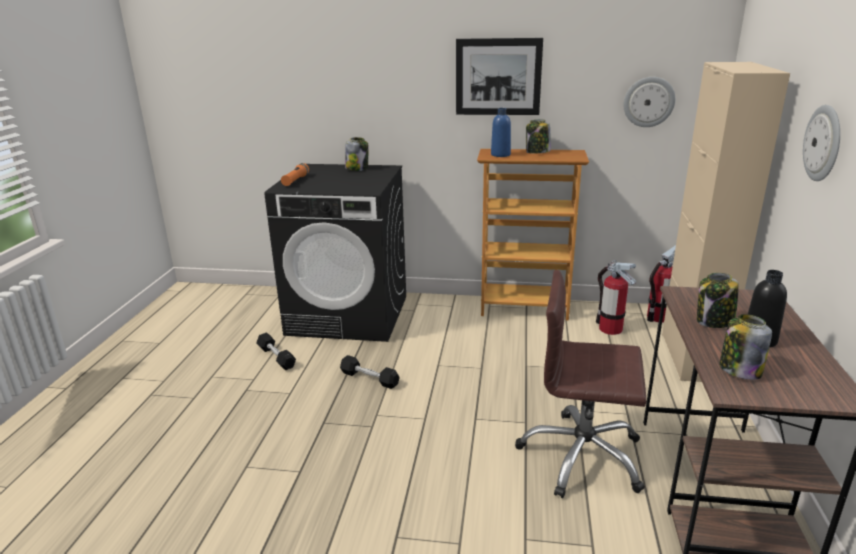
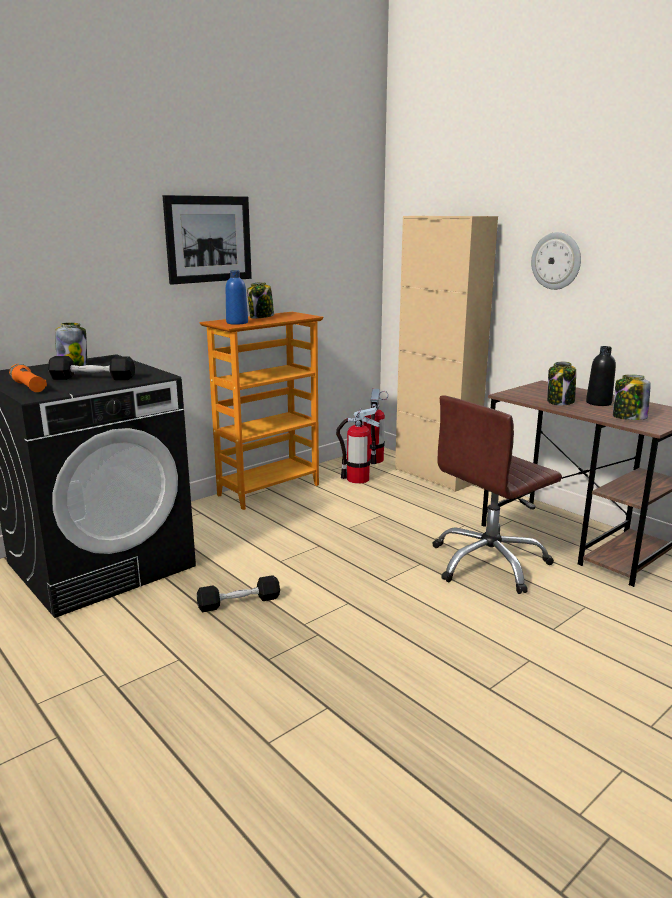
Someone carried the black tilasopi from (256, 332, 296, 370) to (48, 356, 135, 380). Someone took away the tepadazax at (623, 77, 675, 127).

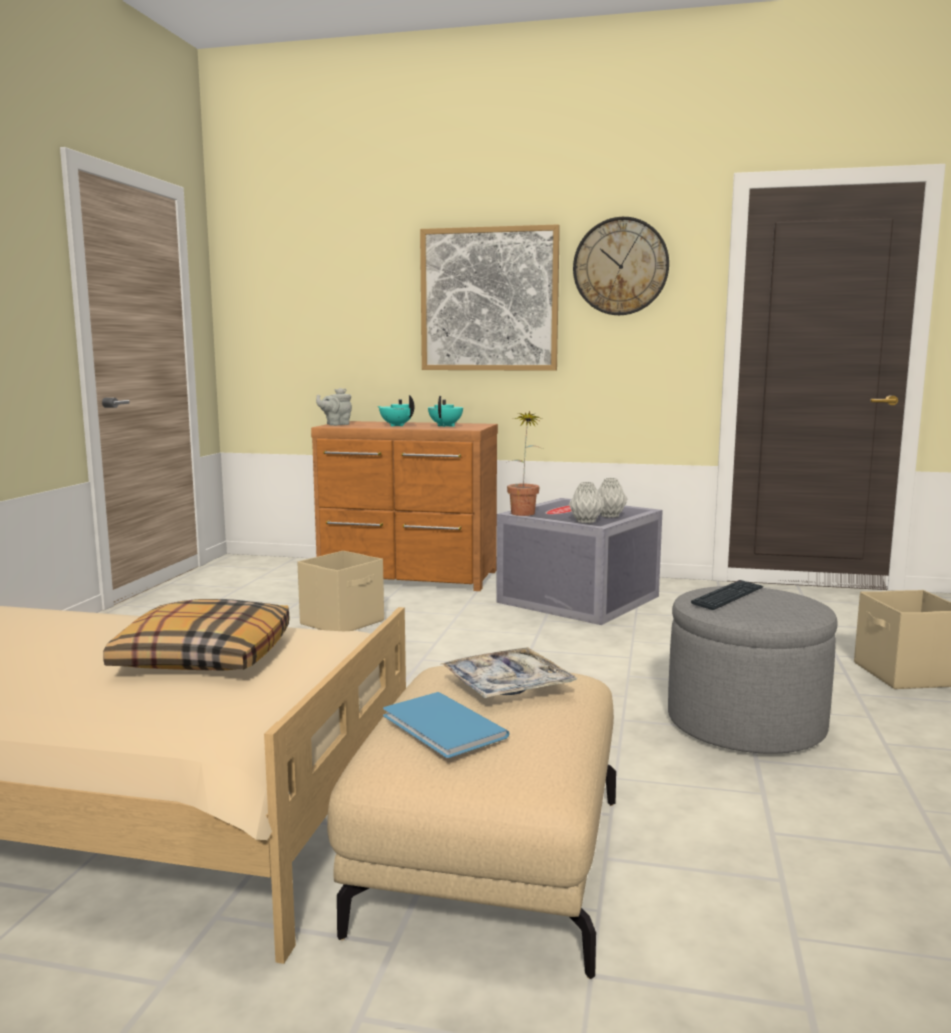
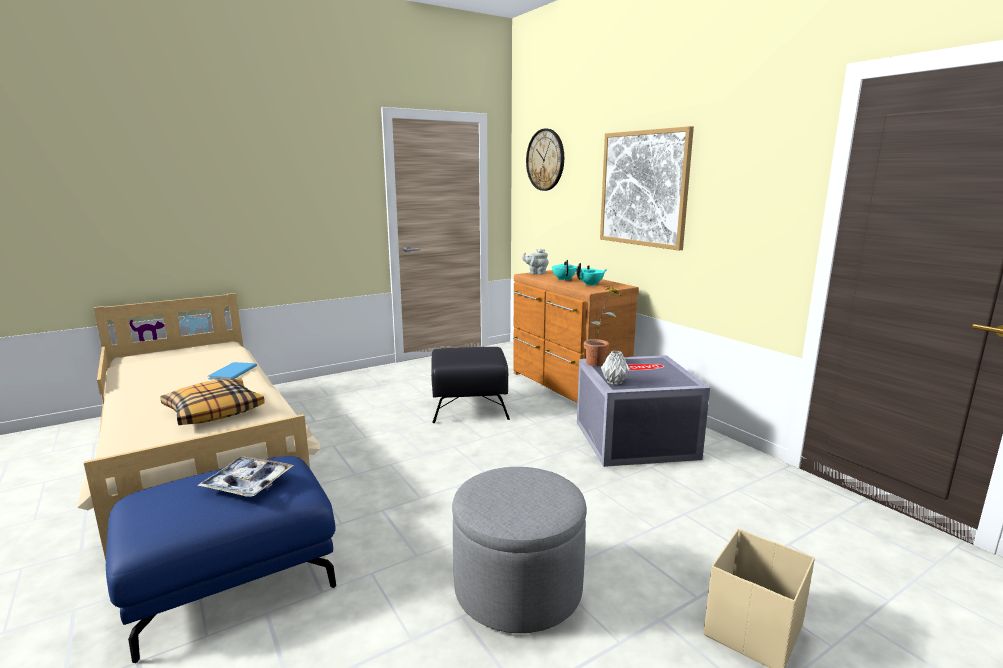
Someone swapped the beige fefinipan at (298, 550, 384, 631) for the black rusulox at (431, 347, 510, 423). Someone repainted the beige rusulox at (327, 666, 616, 979), which became the blue rusulox at (106, 456, 336, 663). Someone carried the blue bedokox from (383, 692, 509, 758) to (208, 362, 257, 380). Someone carried the tepadazax from (573, 217, 669, 315) to (526, 129, 564, 191). Someone took away the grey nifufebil at (598, 478, 627, 518). Someone took away the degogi at (691, 580, 763, 610).

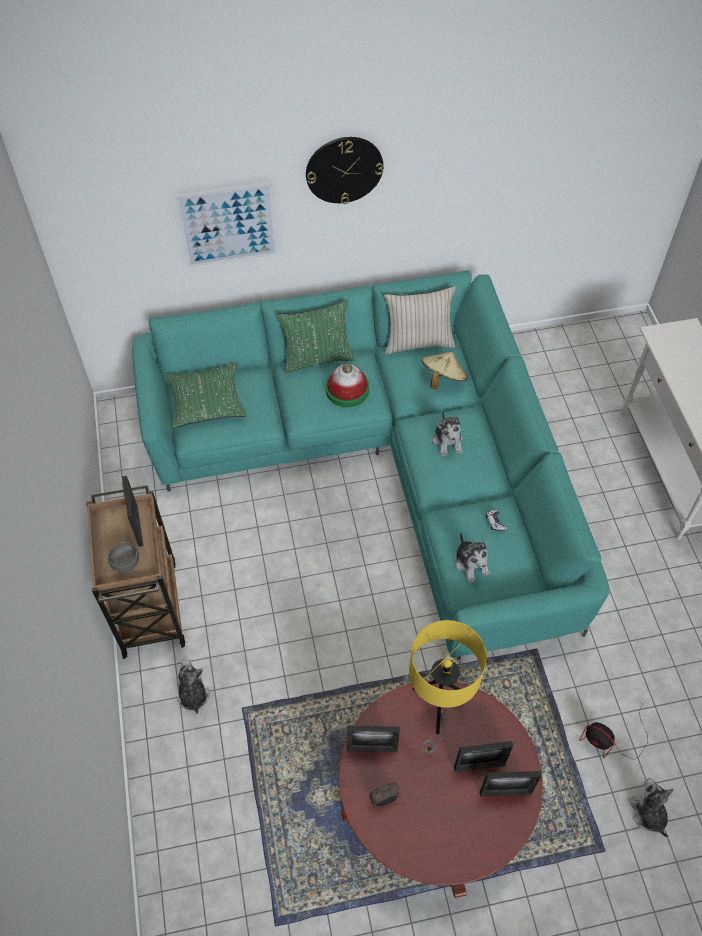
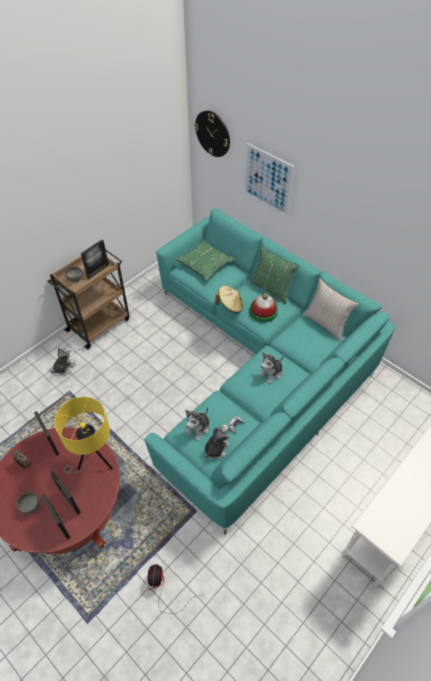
Someone carried the tepadazax from (306, 137, 384, 204) to (194, 110, 230, 157). Someone carried the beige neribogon from (422, 352, 468, 389) to (216, 286, 243, 313). Someone carried the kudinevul from (628, 778, 674, 837) to (204, 424, 230, 459). Someone put down the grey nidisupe at (17, 492, 40, 515).

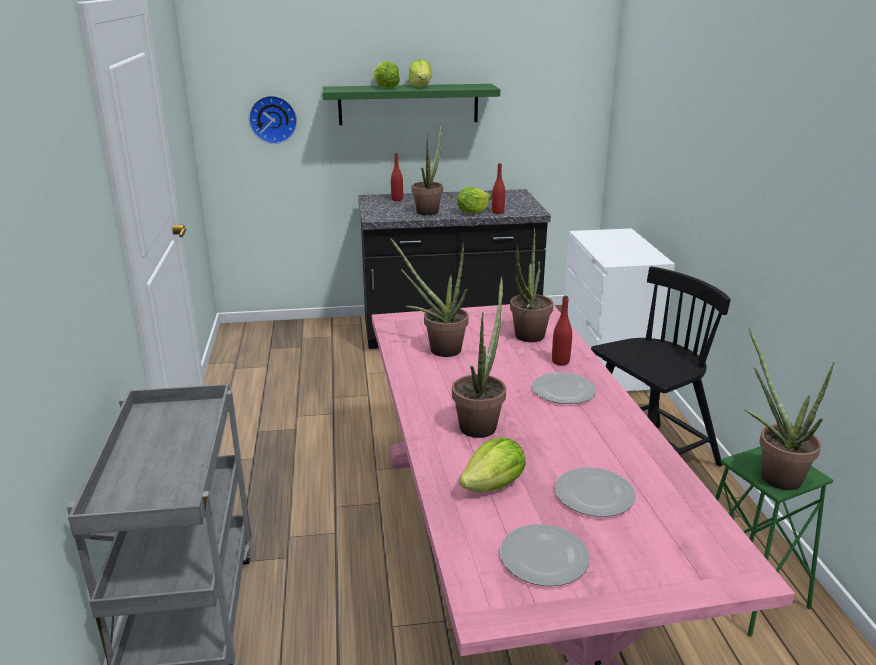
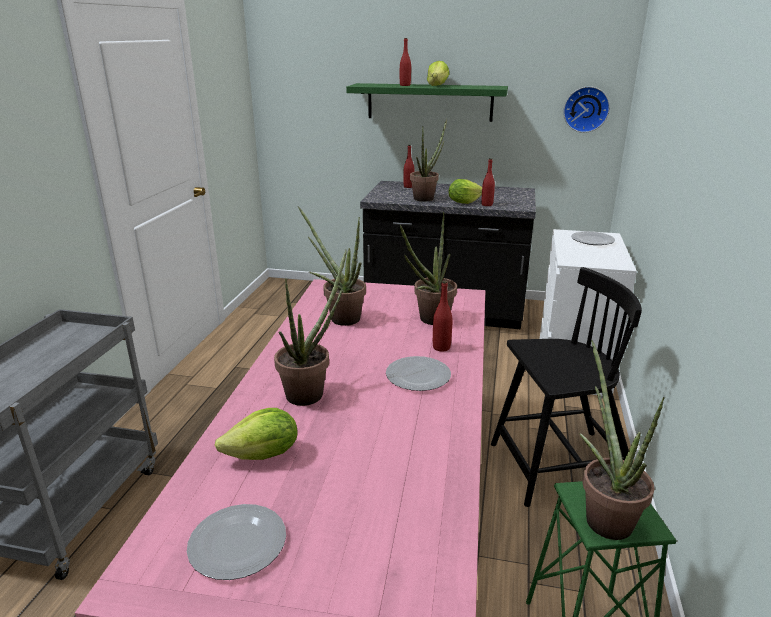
Someone carried the tepadazax from (249, 95, 297, 144) to (563, 86, 610, 133). Someone swapped the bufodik at (373, 61, 400, 88) for the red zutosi at (400, 38, 411, 86). Someone carried the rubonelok from (555, 467, 636, 517) to (571, 231, 615, 245).

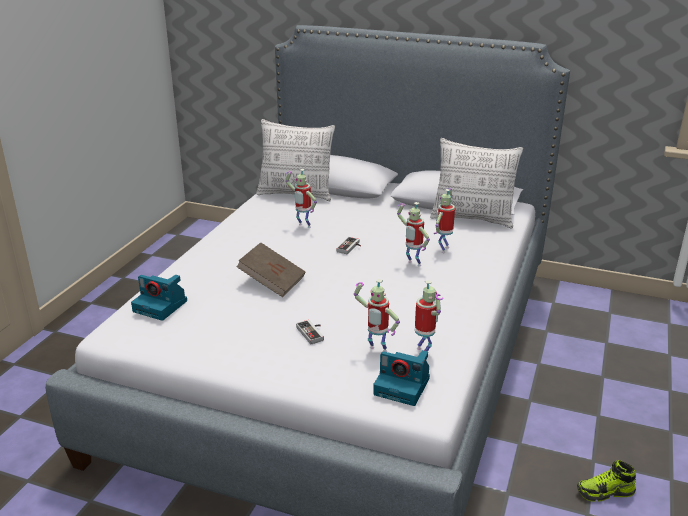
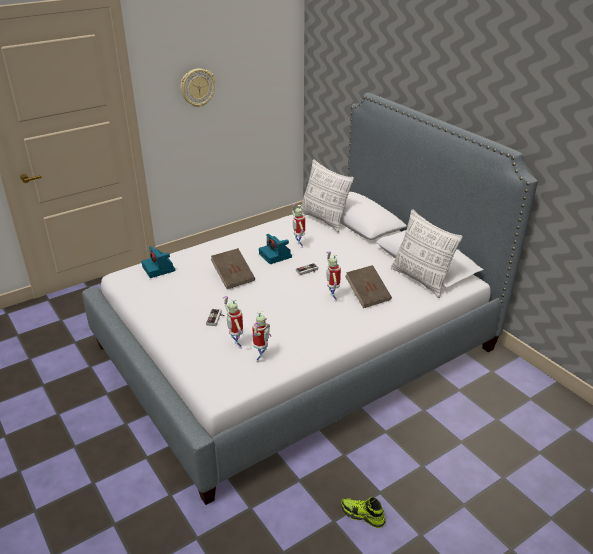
Someone carried the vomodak from (373, 350, 430, 406) to (259, 234, 292, 264). Someone swapped the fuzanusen at (434, 188, 455, 253) for the brown bedokox at (345, 265, 392, 308). Someone put up the tepadazax at (180, 68, 215, 107).

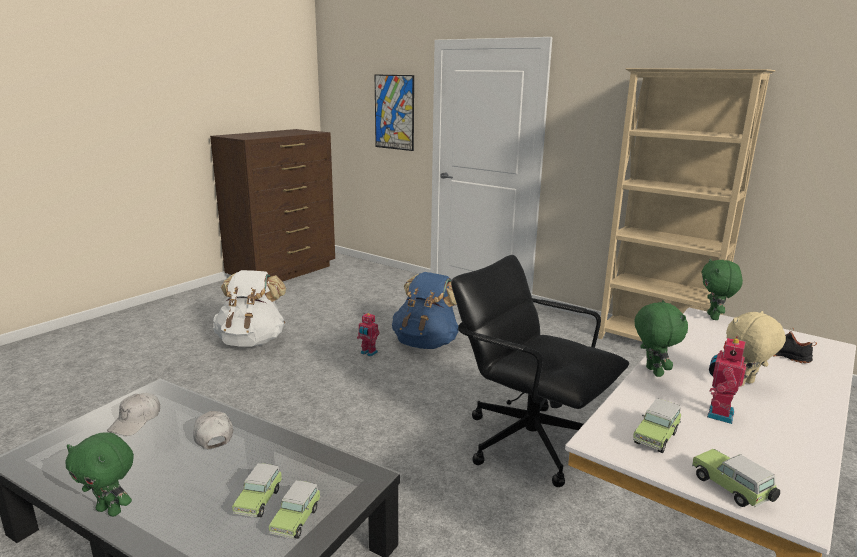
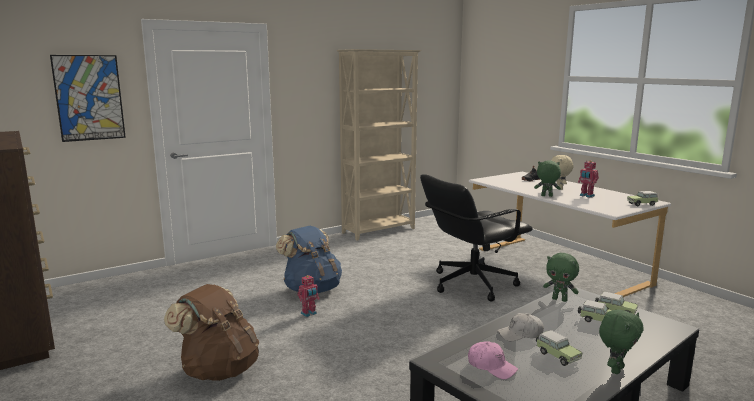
Someone repainted the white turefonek at (107, 393, 160, 436), which became the pink turefonek at (468, 341, 518, 379). Someone repainted the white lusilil at (213, 270, 286, 346), which became the brown lusilil at (164, 284, 259, 381). Someone carried the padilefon from (633, 398, 681, 453) to (536, 330, 582, 366). Someone carried the green kudinevul from (701, 259, 743, 320) to (543, 253, 579, 302).

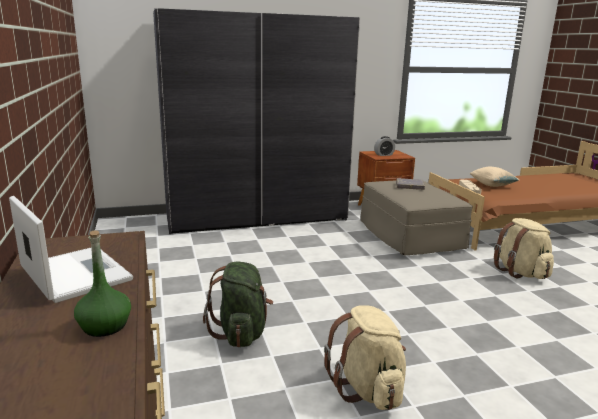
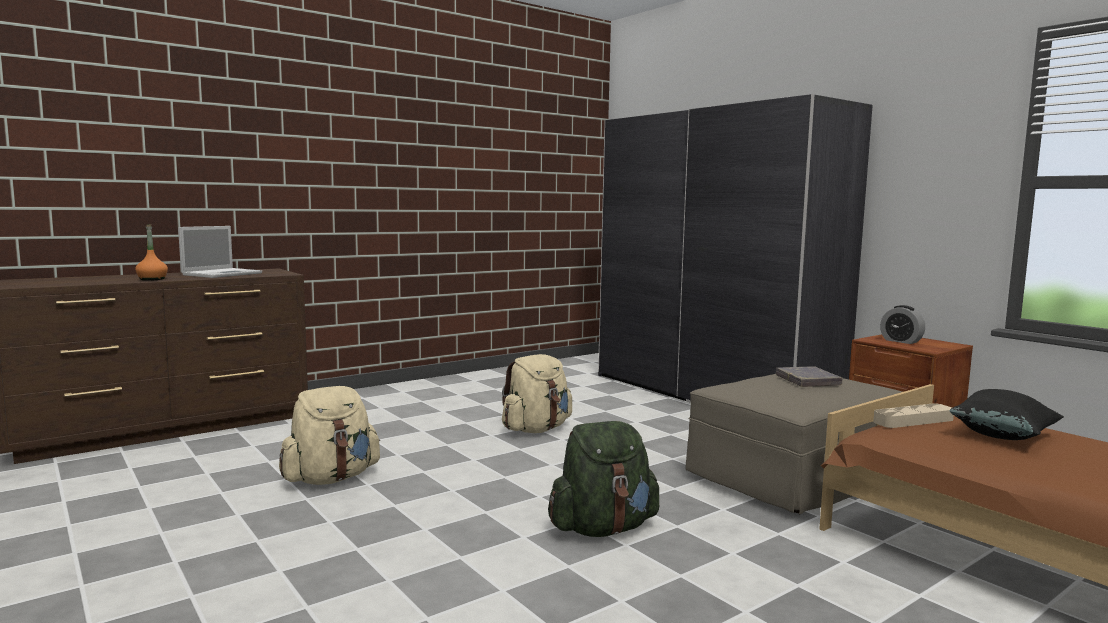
Someone repainted the green zutosi at (74, 230, 131, 337), which became the orange zutosi at (135, 224, 168, 281). Someone carried the green lusilil from (203, 261, 273, 347) to (548, 421, 659, 537). Someone repainted the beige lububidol at (470, 167, 519, 187), which became the black lububidol at (949, 389, 1064, 440). Someone carried the beige lusilil from (494, 218, 554, 279) to (502, 354, 572, 433).

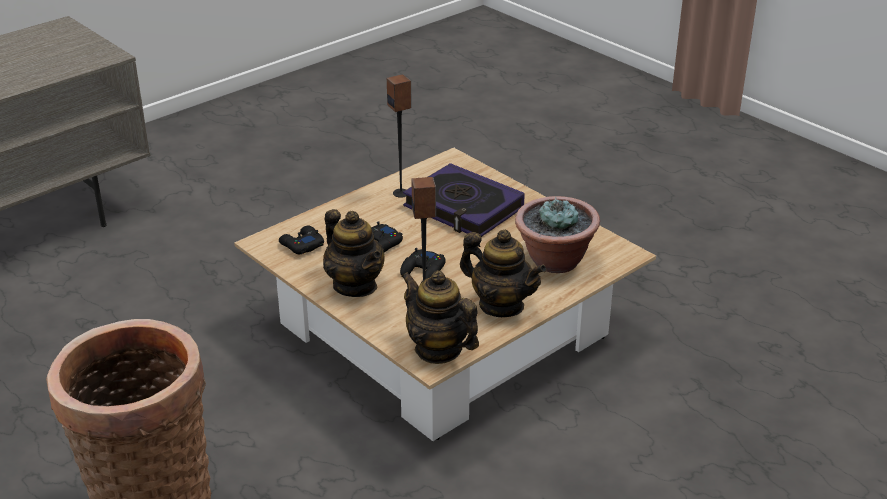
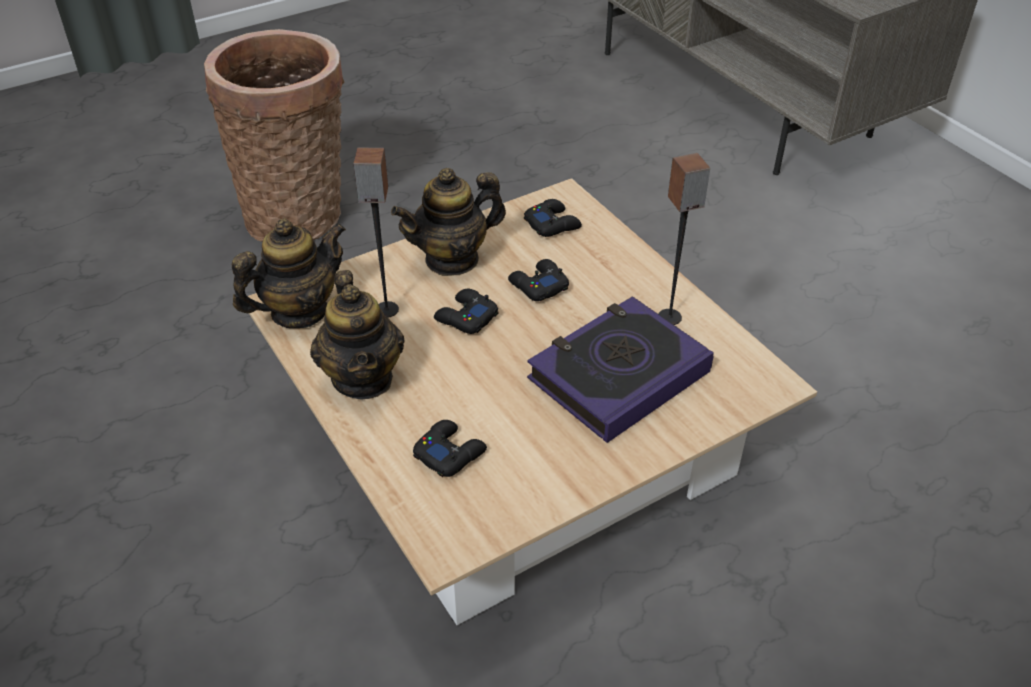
Someone rotated the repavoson at (460, 230, 546, 317) by 60 degrees counterclockwise. Someone swapped the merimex at (515, 196, 600, 273) for the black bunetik at (413, 420, 487, 477).

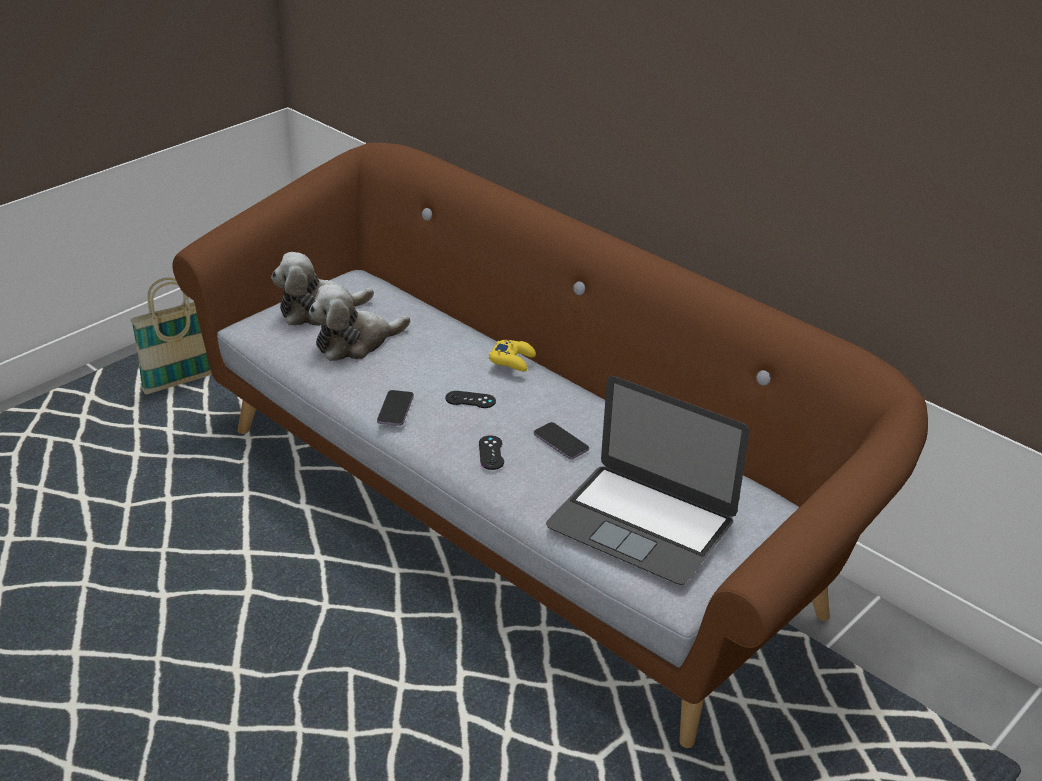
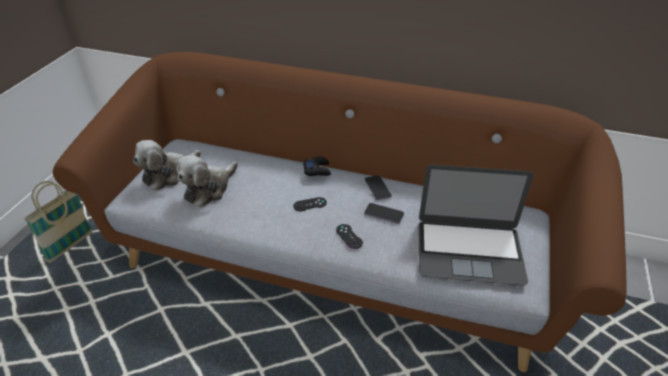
Someone carried the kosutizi from (377, 390, 414, 426) to (365, 175, 392, 200). Someone repainted the yellow bunetik at (489, 340, 536, 372), which became the black bunetik at (303, 157, 331, 176).

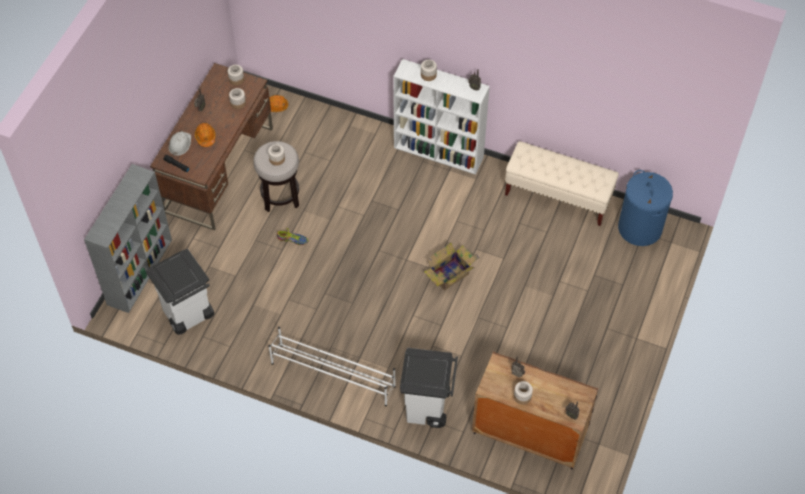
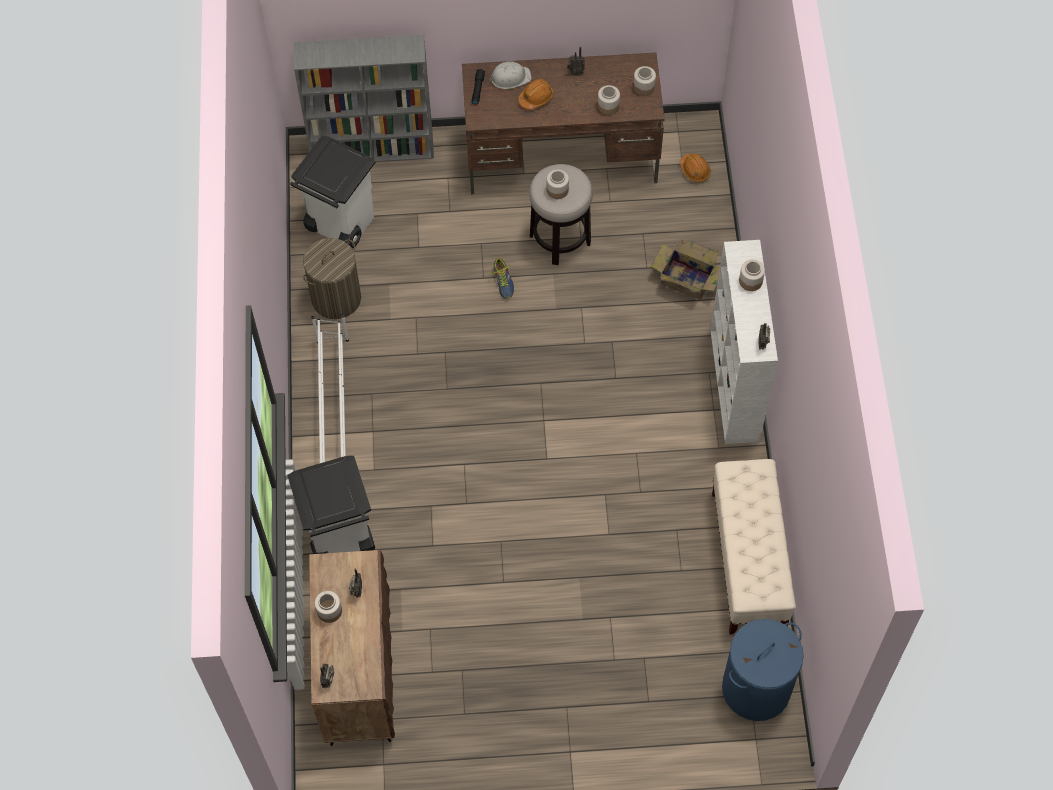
Someone carried the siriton from (424, 242, 480, 291) to (650, 240, 720, 300). Someone put down the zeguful at (303, 238, 361, 319).

